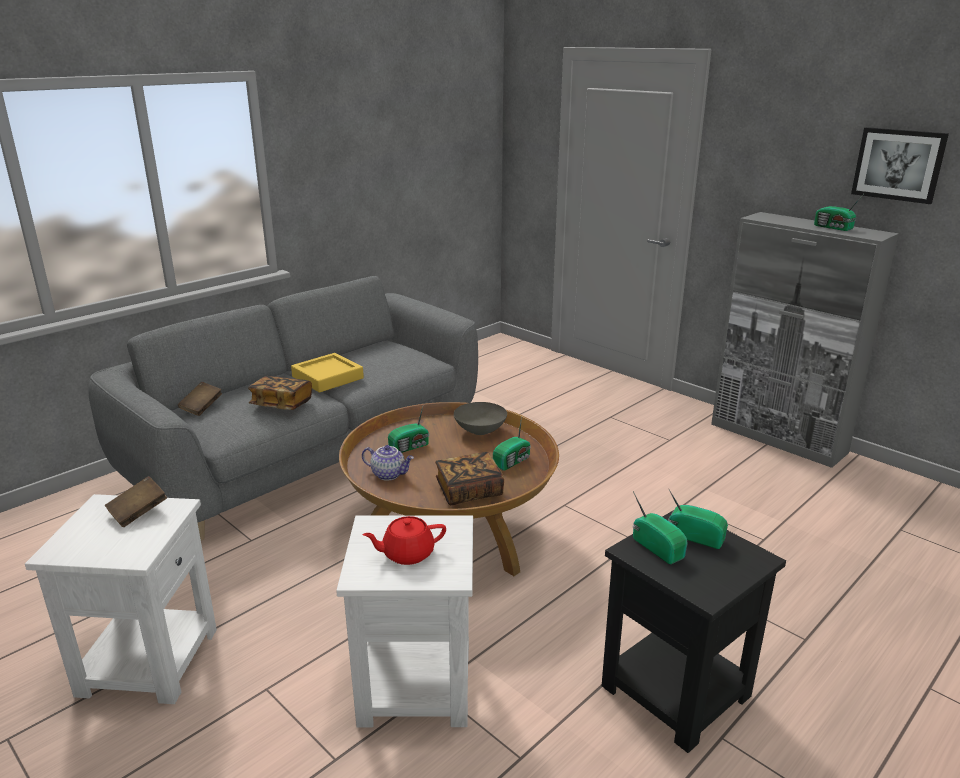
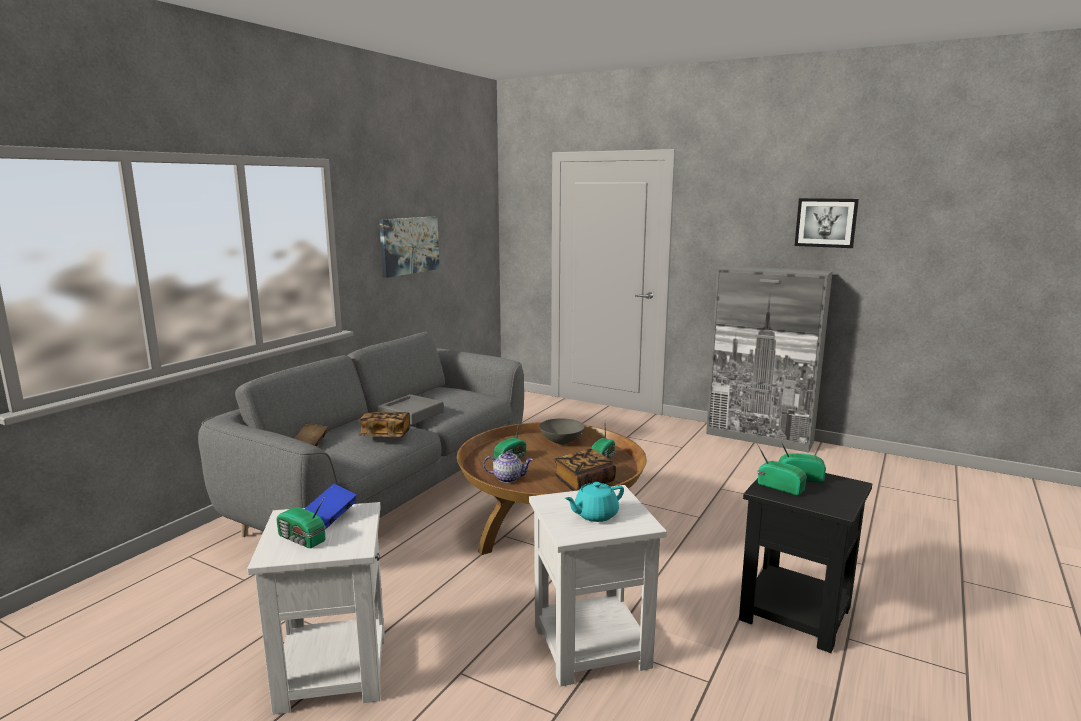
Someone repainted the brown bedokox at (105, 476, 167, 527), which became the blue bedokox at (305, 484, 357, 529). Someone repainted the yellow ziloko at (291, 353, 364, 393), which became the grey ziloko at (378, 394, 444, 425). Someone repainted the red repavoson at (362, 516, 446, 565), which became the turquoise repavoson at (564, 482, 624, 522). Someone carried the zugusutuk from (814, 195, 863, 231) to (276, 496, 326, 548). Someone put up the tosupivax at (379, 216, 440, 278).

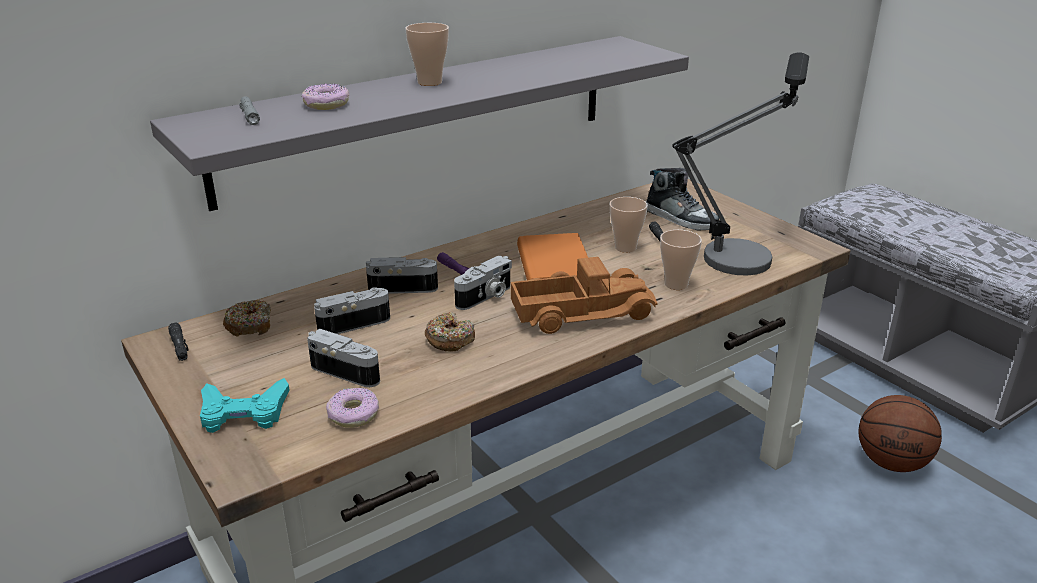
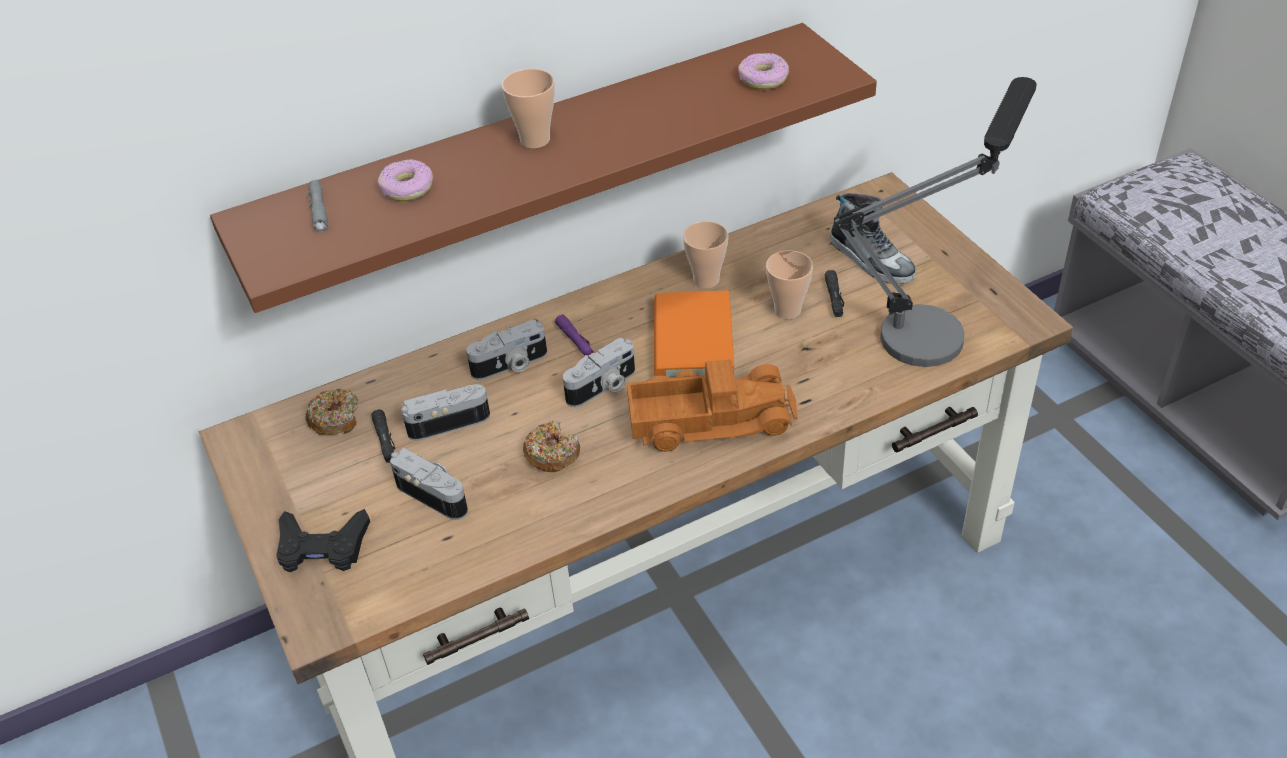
Someone repainted the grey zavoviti at (150, 36, 689, 211), which became the brown zavoviti at (210, 23, 877, 313). Someone carried the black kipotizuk from (168, 323, 189, 361) to (371, 409, 395, 463). Someone repainted the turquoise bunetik at (200, 378, 290, 433), which became the black bunetik at (276, 509, 370, 572). Someone carried the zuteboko from (326, 388, 379, 428) to (738, 53, 789, 90). Someone rotated the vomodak at (366, 257, 438, 294) by 150 degrees clockwise. Someone carried the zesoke from (660, 230, 702, 290) to (683, 221, 728, 288). Someone took away the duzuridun at (858, 395, 942, 472).

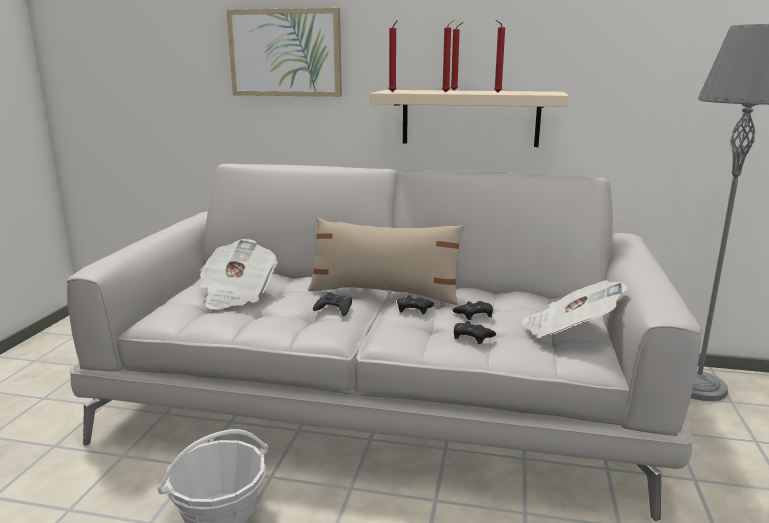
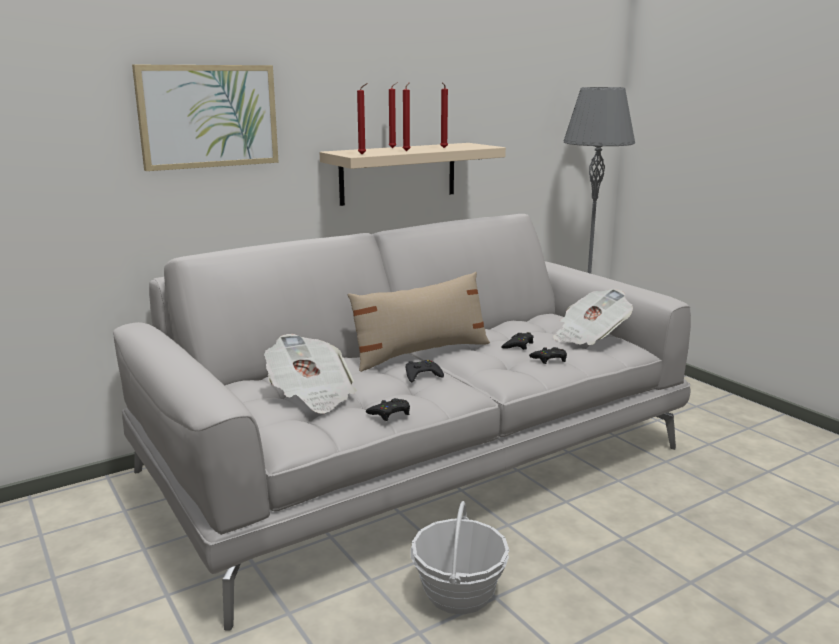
Someone carried the black bunetik from (397, 295, 434, 314) to (366, 398, 410, 421).

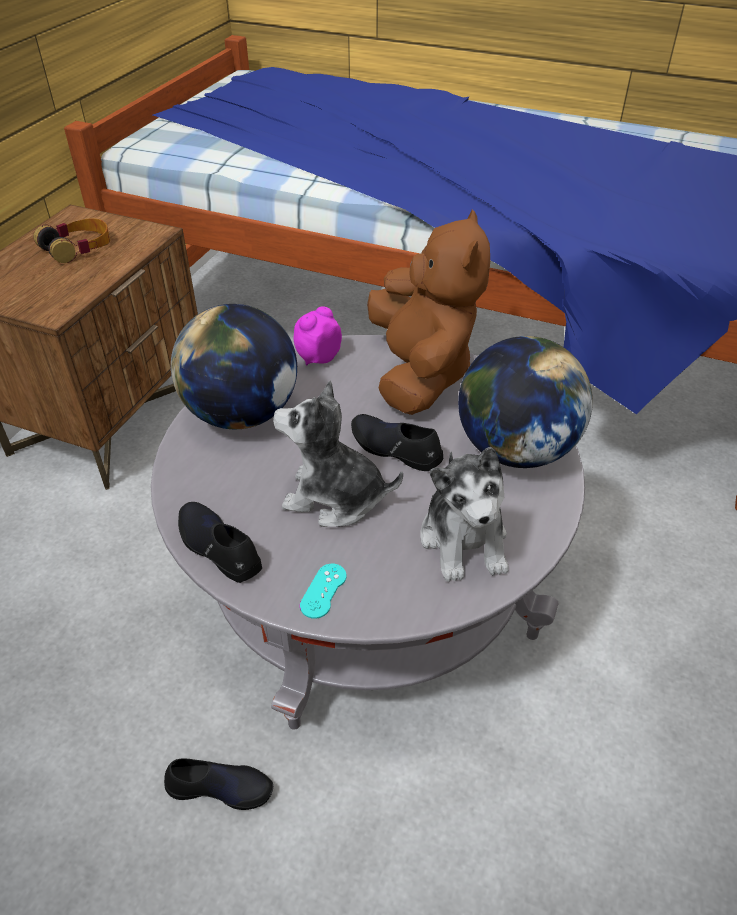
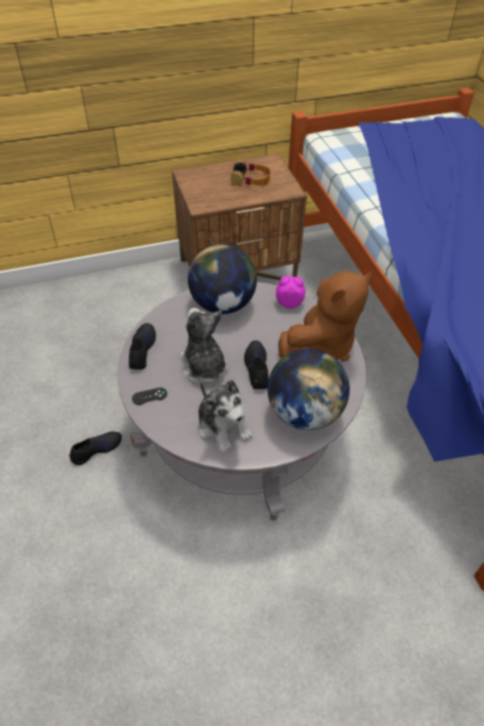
Someone rotated the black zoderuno at (164, 759, 273, 810) by 90 degrees counterclockwise. Someone repainted the turquoise bunetik at (300, 564, 346, 619), which became the black bunetik at (132, 388, 167, 405). Someone rotated the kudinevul at (420, 447, 509, 582) by 75 degrees counterclockwise.

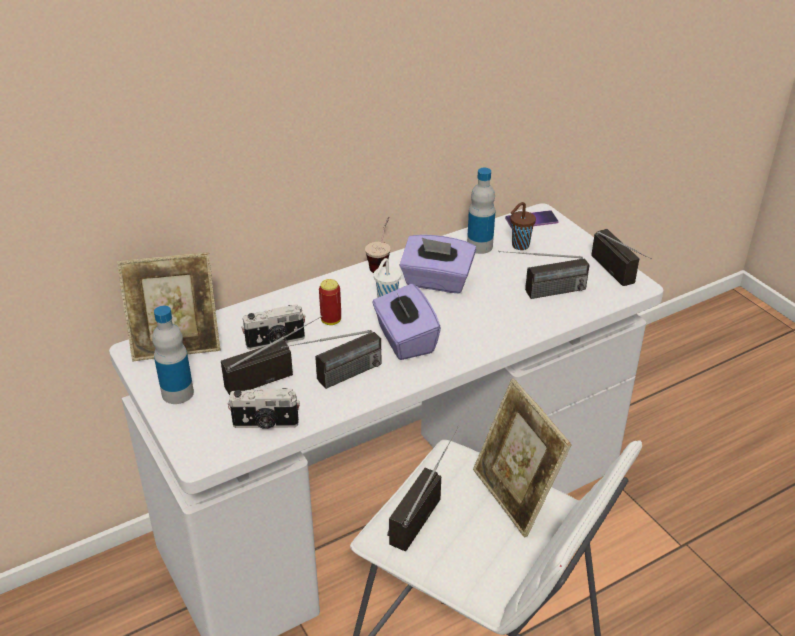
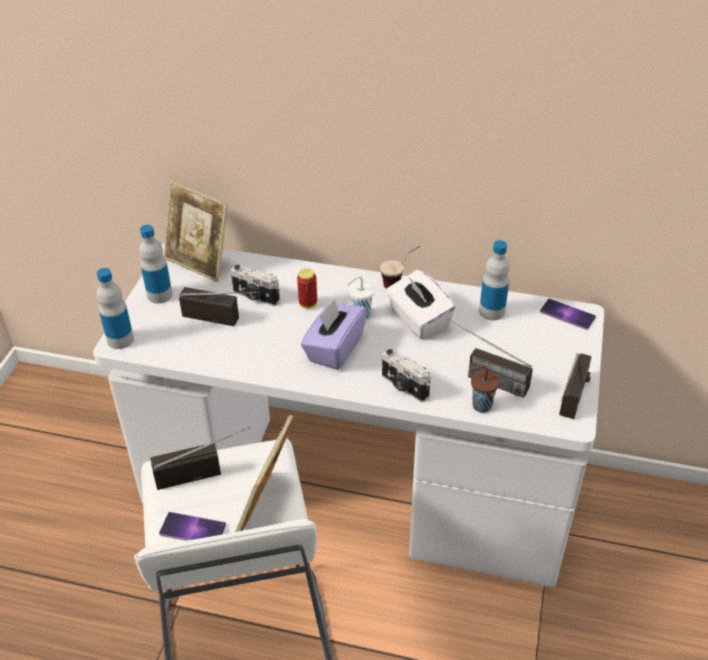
Someone carried the vomodak from (228, 388, 300, 429) to (382, 348, 431, 402). Someone took away the zugusutuk at (281, 330, 382, 389). Someone repainted the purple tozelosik at (399, 234, 476, 293), which became the white tozelosik at (386, 270, 455, 339). Someone carried the brown zesoke from (510, 202, 536, 250) to (469, 365, 499, 413). Someone put down the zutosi at (97, 268, 134, 349). Someone put down the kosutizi at (159, 512, 226, 541).

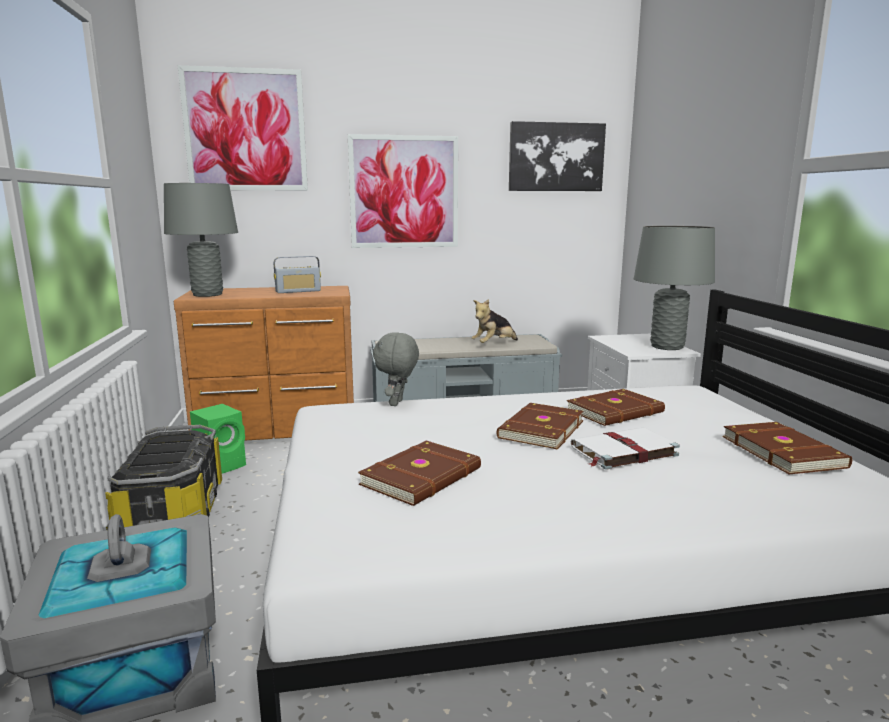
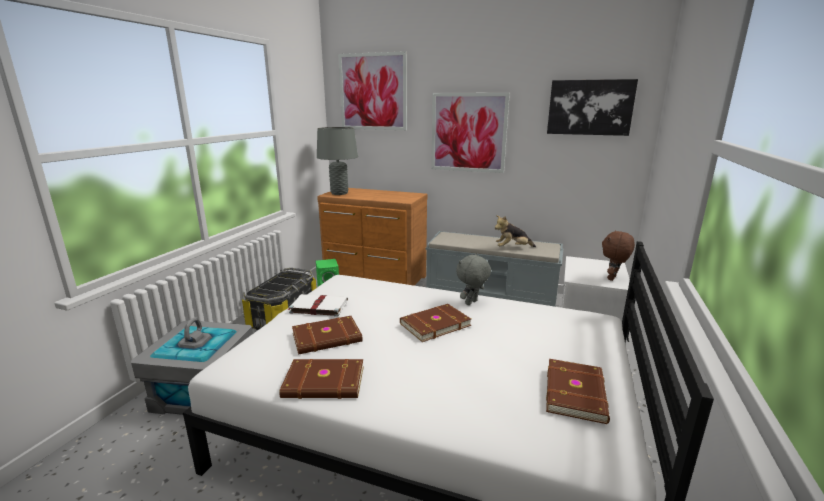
Someone took away the zugusutuk at (274, 256, 321, 293). Someone carried the grey kudinevul from (373, 332, 419, 406) to (456, 254, 491, 305). Someone carried the brown bedokox from (567, 389, 665, 426) to (279, 359, 364, 399). Someone carried the white bedokox from (571, 428, 680, 470) to (288, 294, 348, 317). Someone swapped the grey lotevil at (634, 226, 715, 350) for the brown kudinevul at (602, 230, 635, 281).

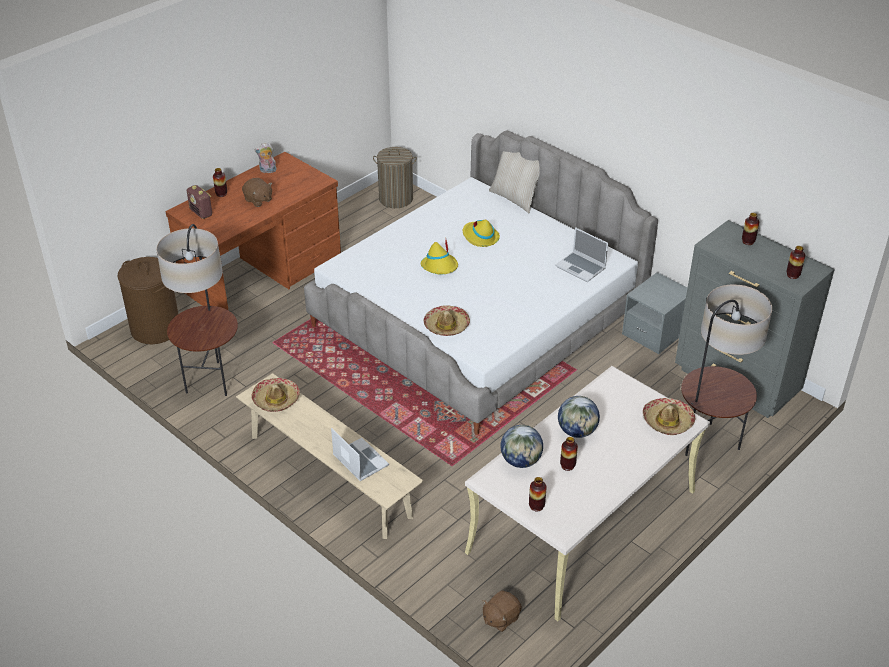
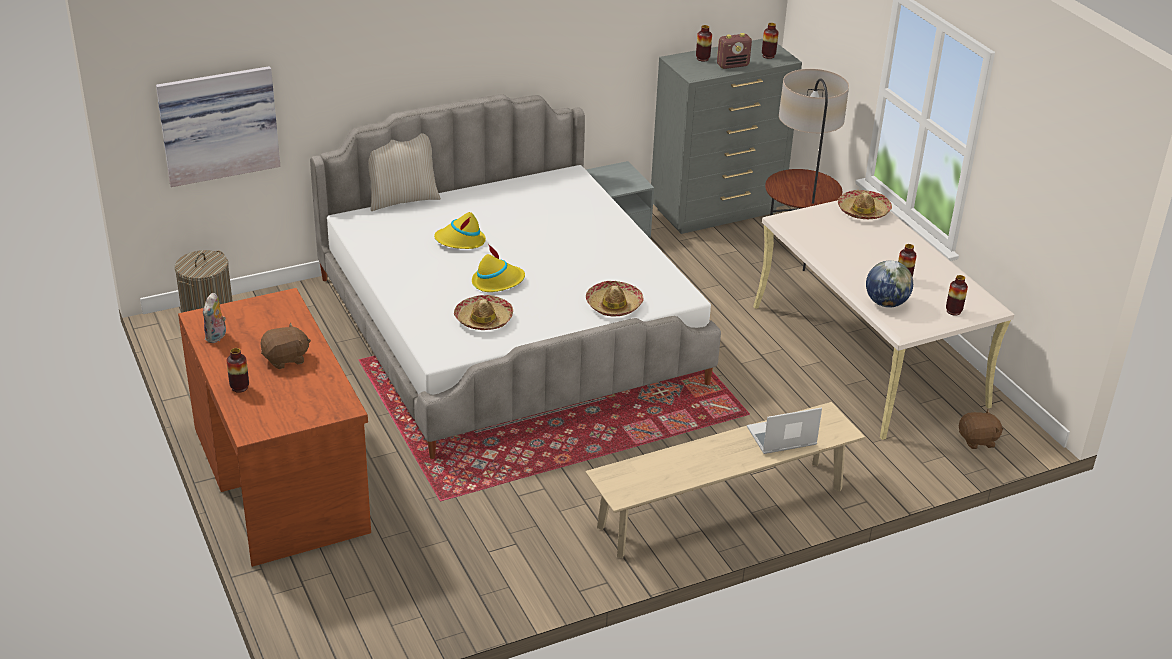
Someone took away the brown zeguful at (118, 257, 178, 344). Someone took away the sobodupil at (156, 224, 238, 396). Someone carried the zugusutuk from (187, 185, 212, 219) to (717, 33, 752, 69). Someone carried the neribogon from (251, 378, 300, 412) to (454, 295, 513, 330). Someone rotated the brown kudinevul at (483, 591, 522, 632) by 75 degrees counterclockwise. Someone took away the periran at (555, 227, 608, 282). Someone took away the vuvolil at (558, 396, 600, 438). Someone put up the tosupivax at (156, 66, 280, 187).

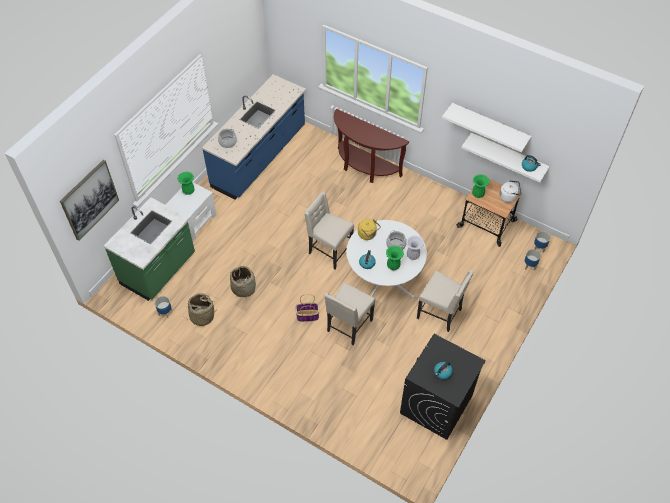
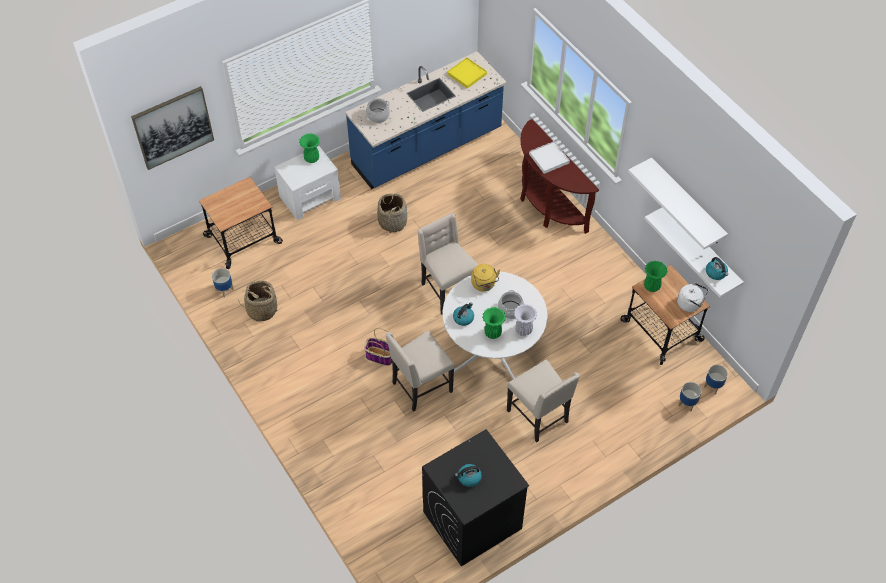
Someone swapped the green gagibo at (104, 198, 195, 301) for the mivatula at (199, 177, 283, 269). Someone carried the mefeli from (230, 266, 256, 298) to (377, 193, 407, 233). Someone put down the yellow ziloko at (447, 58, 487, 89). Someone put down the white ziloko at (529, 141, 570, 174).

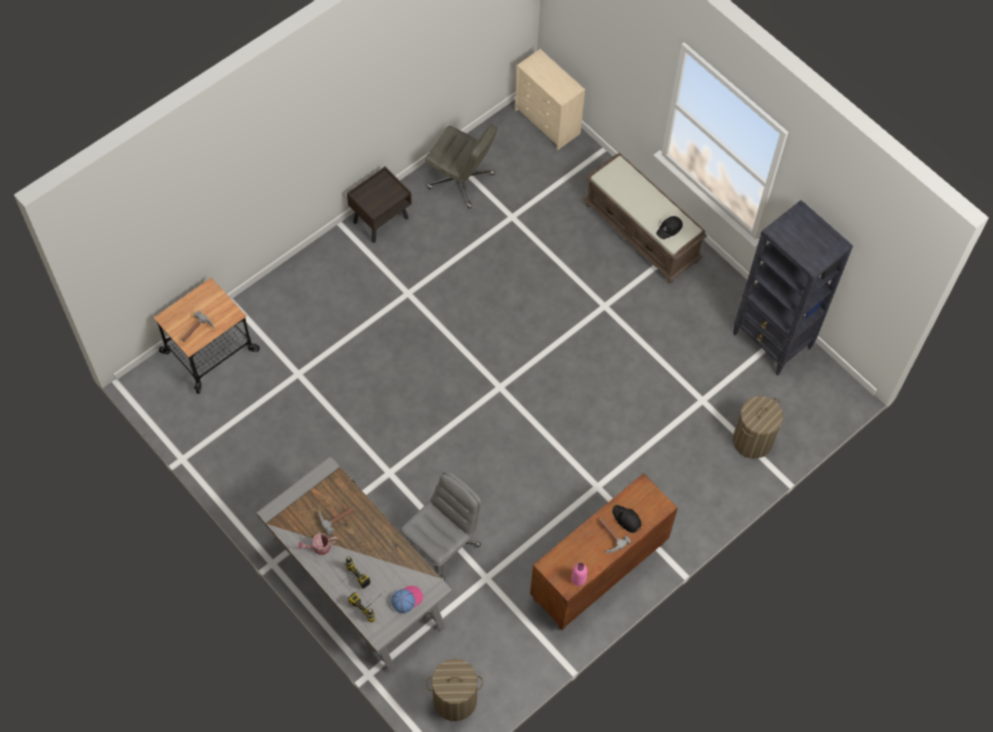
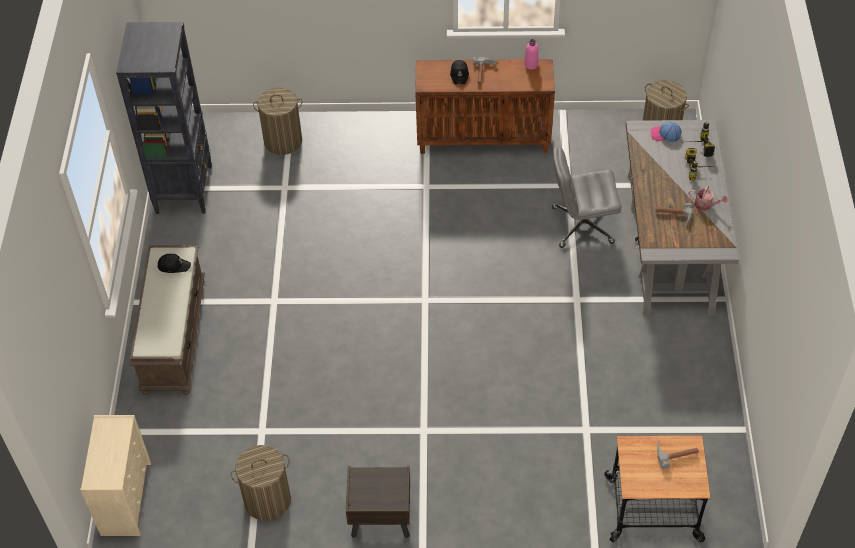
Someone swapped the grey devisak at (425, 124, 497, 208) for the zeguful at (230, 445, 291, 521).

